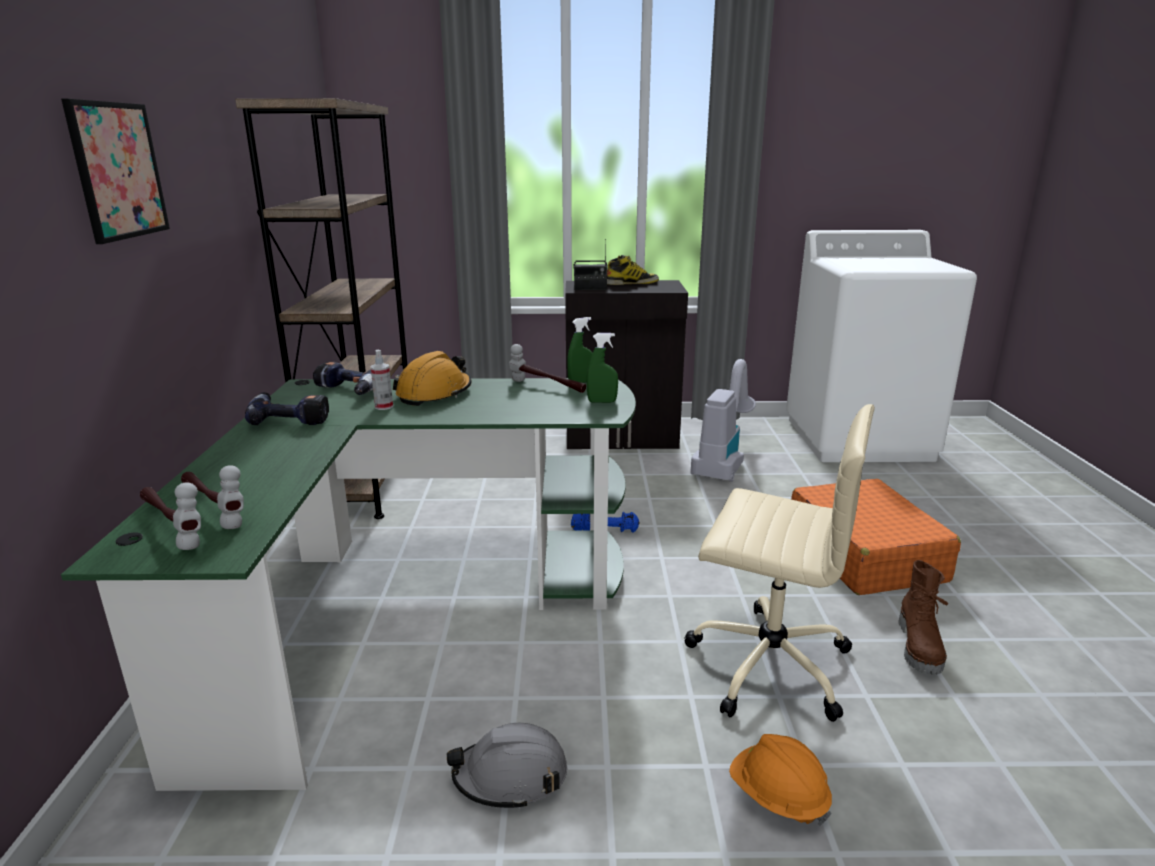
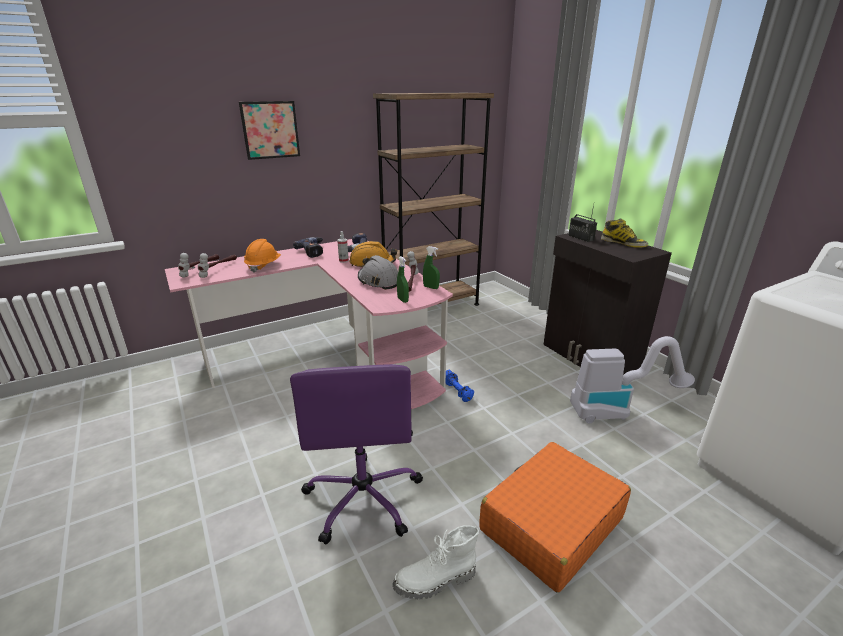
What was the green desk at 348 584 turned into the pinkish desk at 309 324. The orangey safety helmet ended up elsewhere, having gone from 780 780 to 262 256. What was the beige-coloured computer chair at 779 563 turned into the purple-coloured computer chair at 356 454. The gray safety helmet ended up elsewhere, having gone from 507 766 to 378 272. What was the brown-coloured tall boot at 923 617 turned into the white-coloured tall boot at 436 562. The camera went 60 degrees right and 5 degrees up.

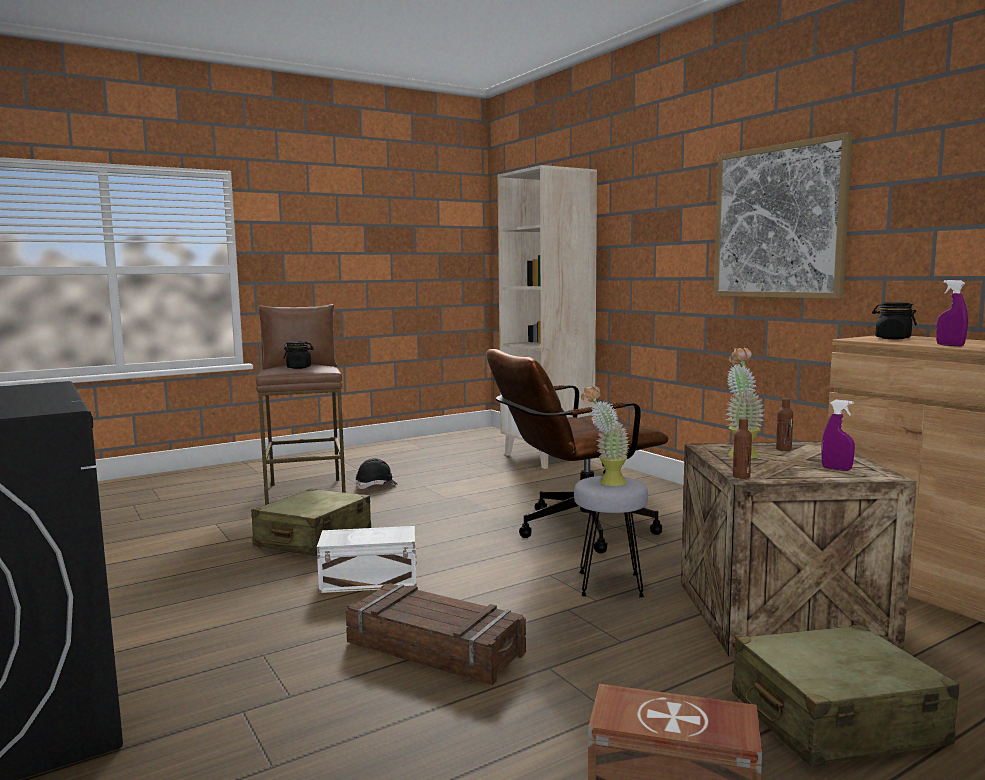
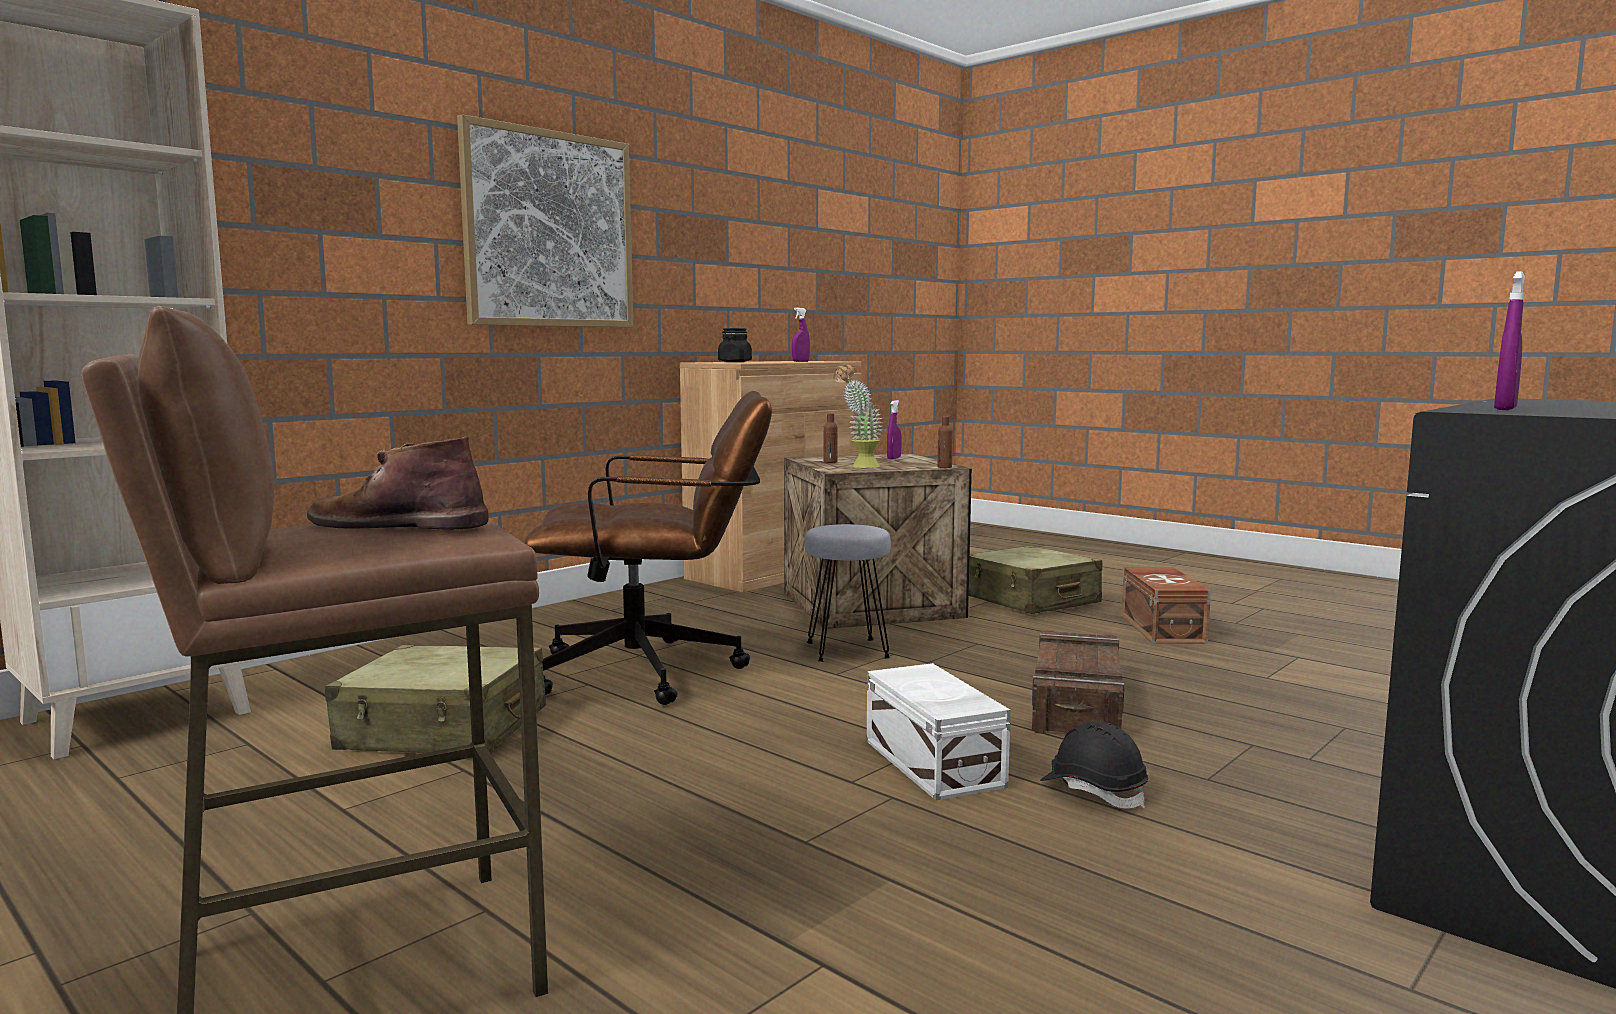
Where the blackish jar stood at 299 355, the brown-coloured tall boot came to stand at 397 483. The beige-coloured suitcase ended up elsewhere, having gone from 311 522 to 435 699. The brown-coloured computer chair at 578 451 ended up facing another way, 60 degrees counterclockwise from before. The blackish safety helmet ended up elsewhere, having gone from 377 473 to 1094 765. The second view gained the purple-coloured hand sprayer at 1509 340. The second view lost the houseplant at 605 436. The camera went 105 degrees left and 0 degrees up.

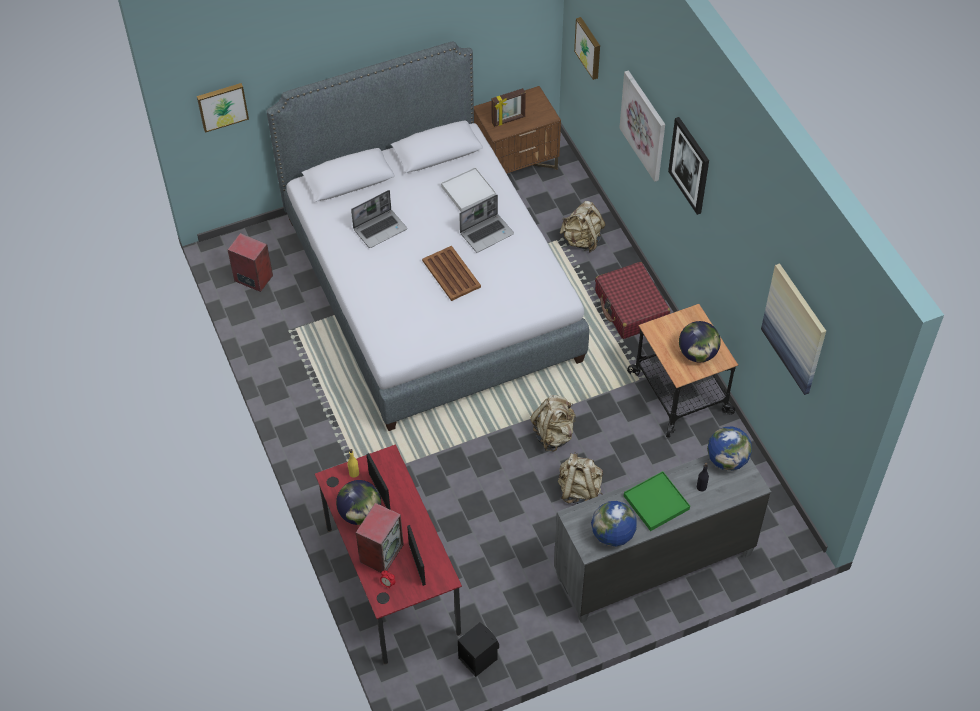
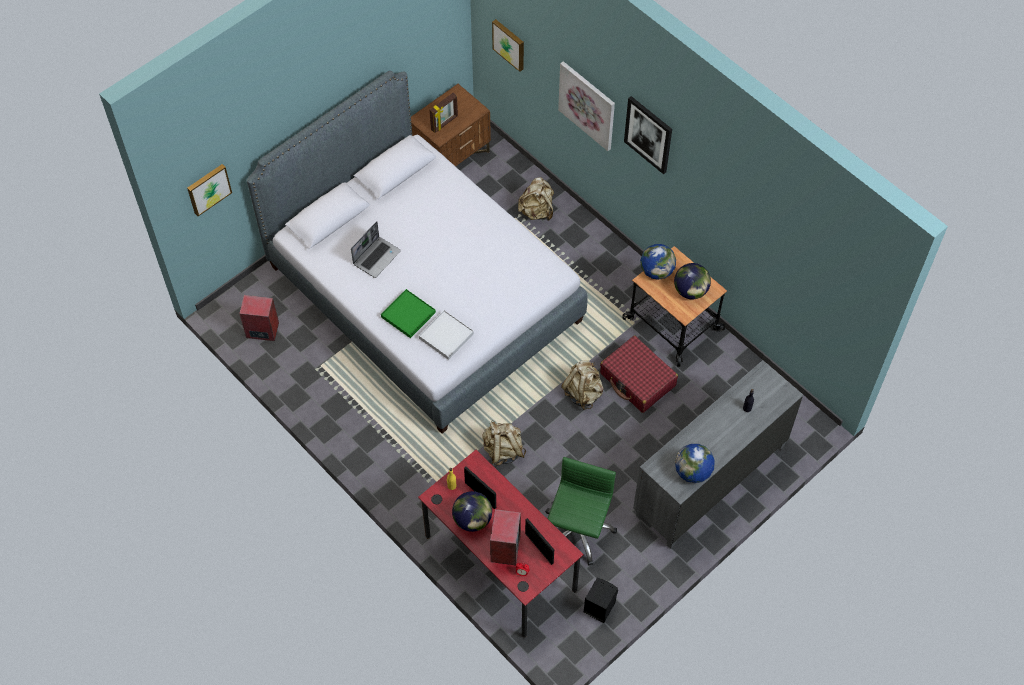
The green carrying tray ended up elsewhere, having gone from 657 501 to 408 313. The white-coloured carrying tray ended up elsewhere, having gone from 468 189 to 446 335. The beige-coloured backpack ended up elsewhere, having gone from 580 478 to 504 444. The second view gained the green computer chair at 581 511. The reddish suitcase ended up elsewhere, having gone from 632 300 to 639 374. The desk globe ended up elsewhere, having gone from 729 448 to 658 262. The second view lost the brown-coloured carrying tray at 451 273. The second view lost the laptop at 486 224. The second view lost the picture at 793 329. The camera went 20 degrees left and 5 degrees up.

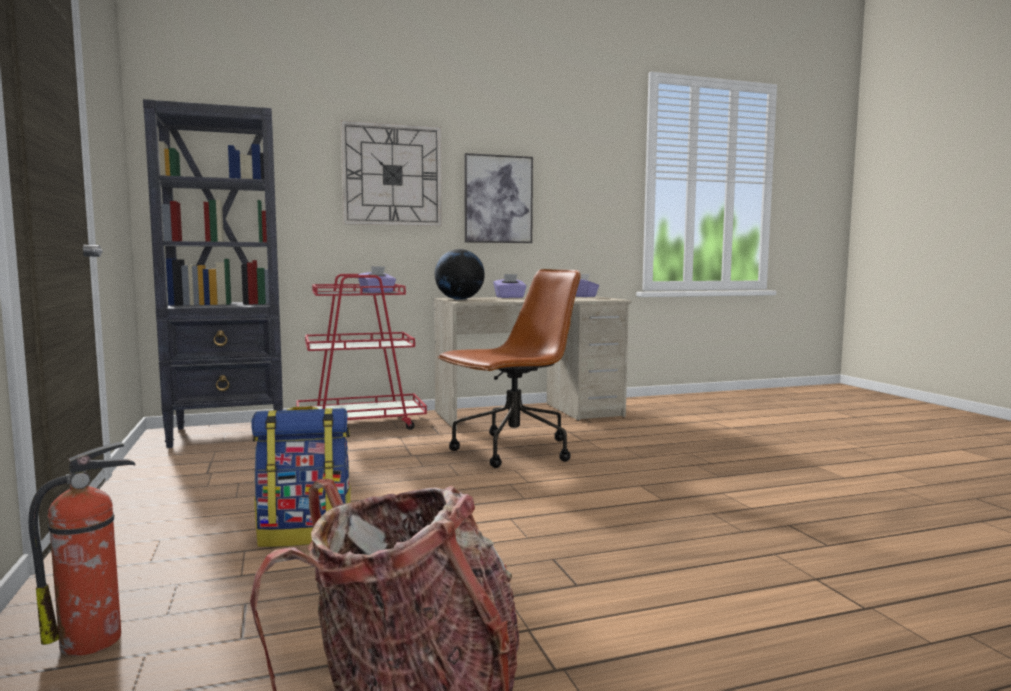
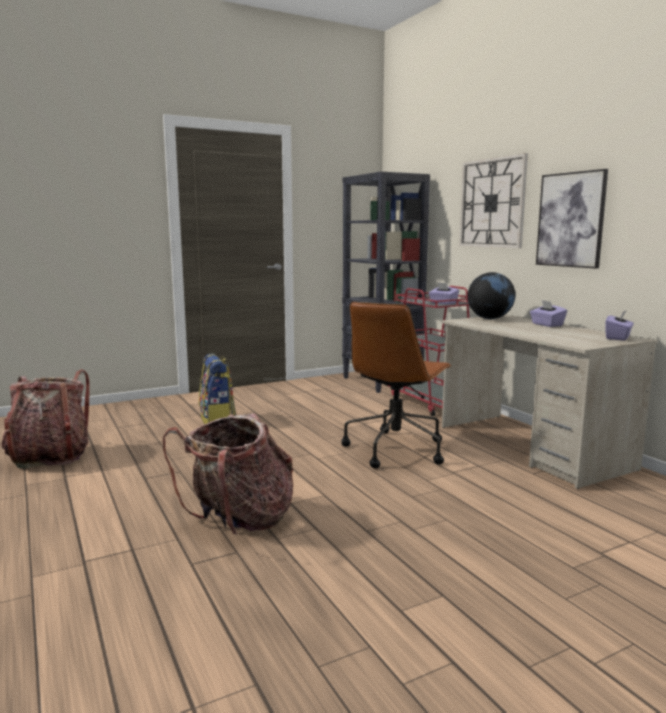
The second view gained the backpack at 228 474. The brown-coloured computer chair at 509 368 ended up facing another way, 75 degrees clockwise from before. The second view lost the fire-fighting cylinder at 82 549. The camera went 80 degrees right and 5 degrees up.

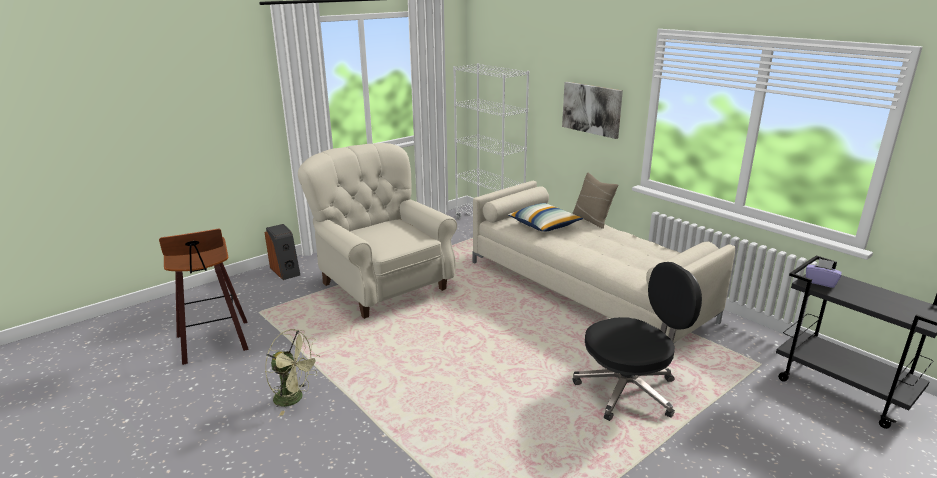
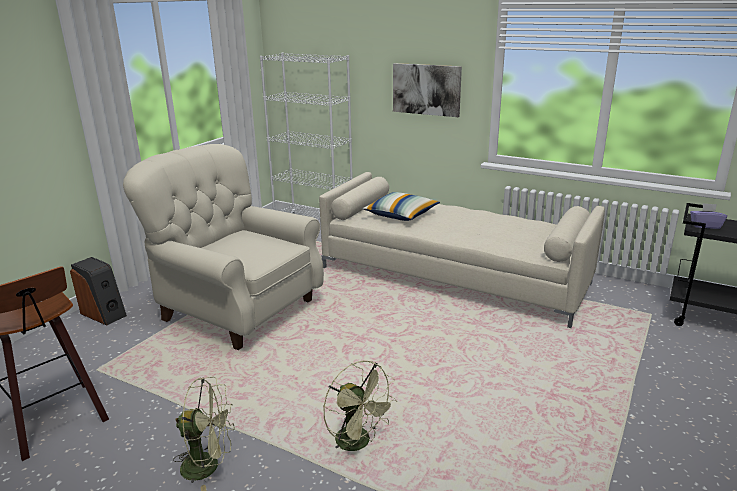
The second view gained the green electric fan at 360 406. The second view lost the beige-coloured throw pillow at 595 200. The second view lost the blackish computer chair at 637 341. The camera went 20 degrees left and 0 degrees up.

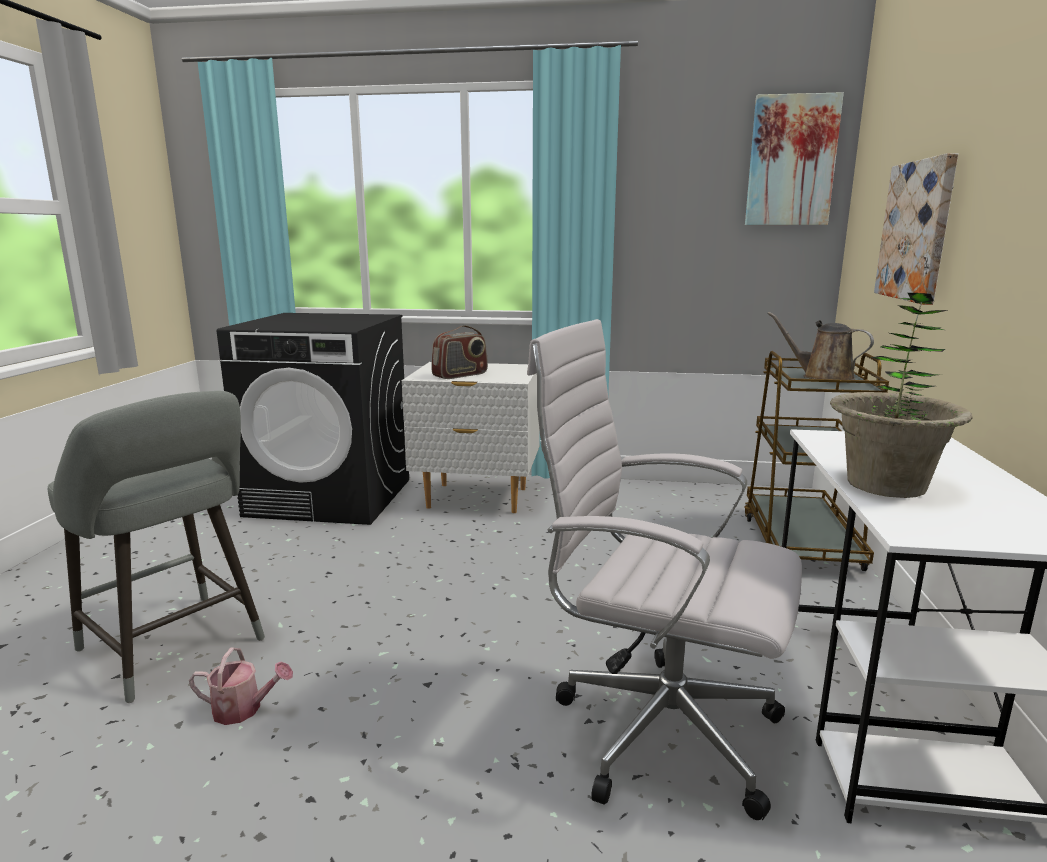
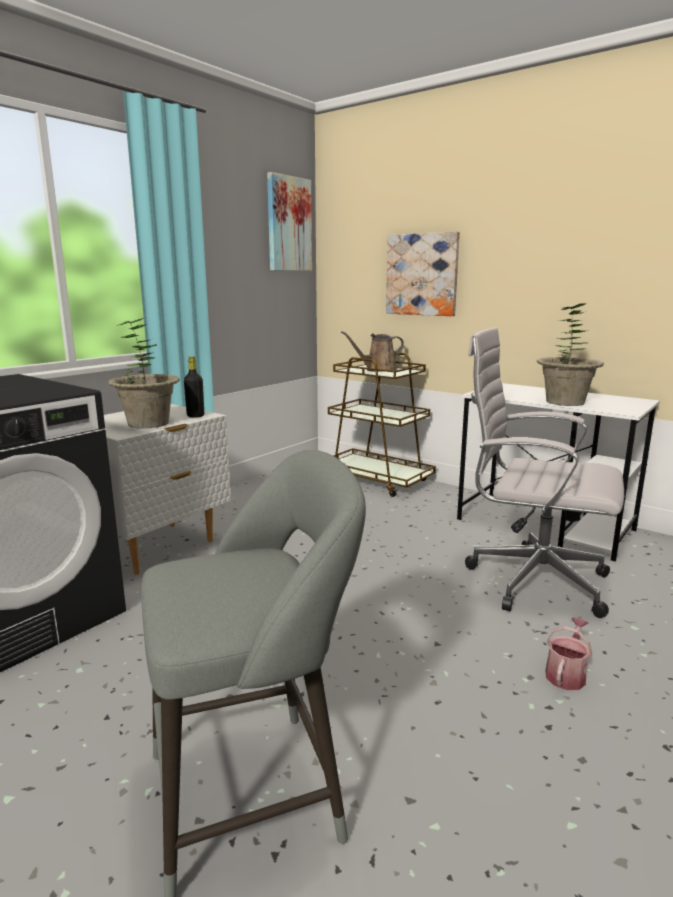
Where the radio receiver stood at 459 352, the houseplant came to stand at 144 372. The second view gained the blackish beverage bottle at 194 386. The white-coloured computer chair at 664 569 ended up facing another way, 60 degrees clockwise from before. The sprinkling can ended up elsewhere, having gone from 241 686 to 568 653. The camera went 60 degrees left and 0 degrees up.

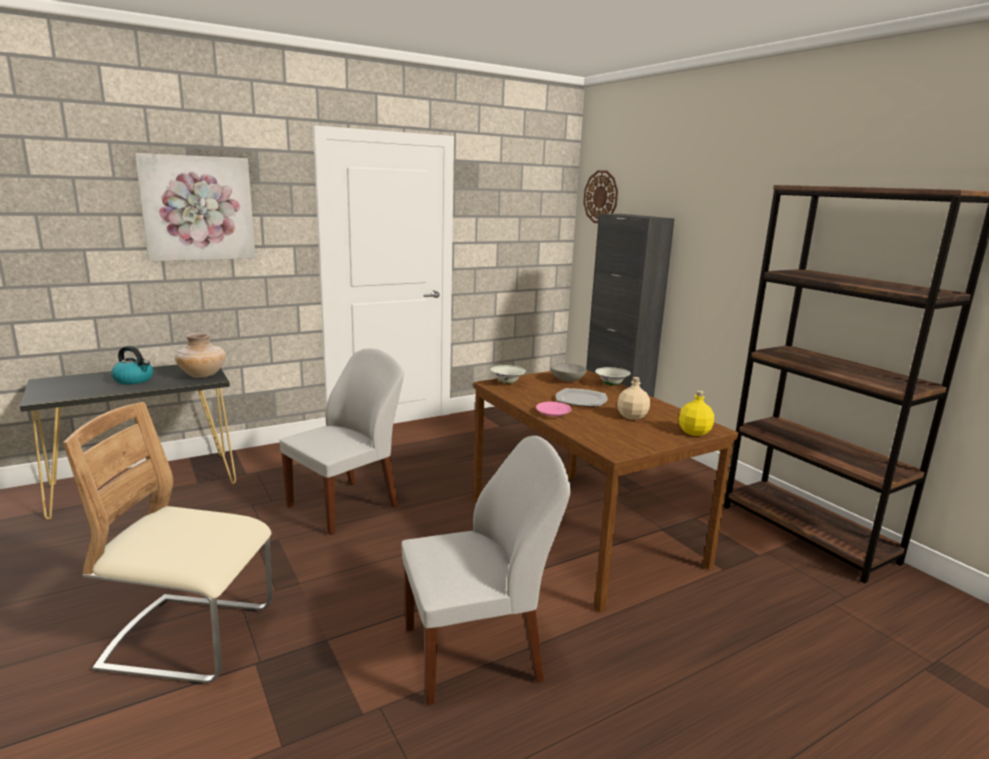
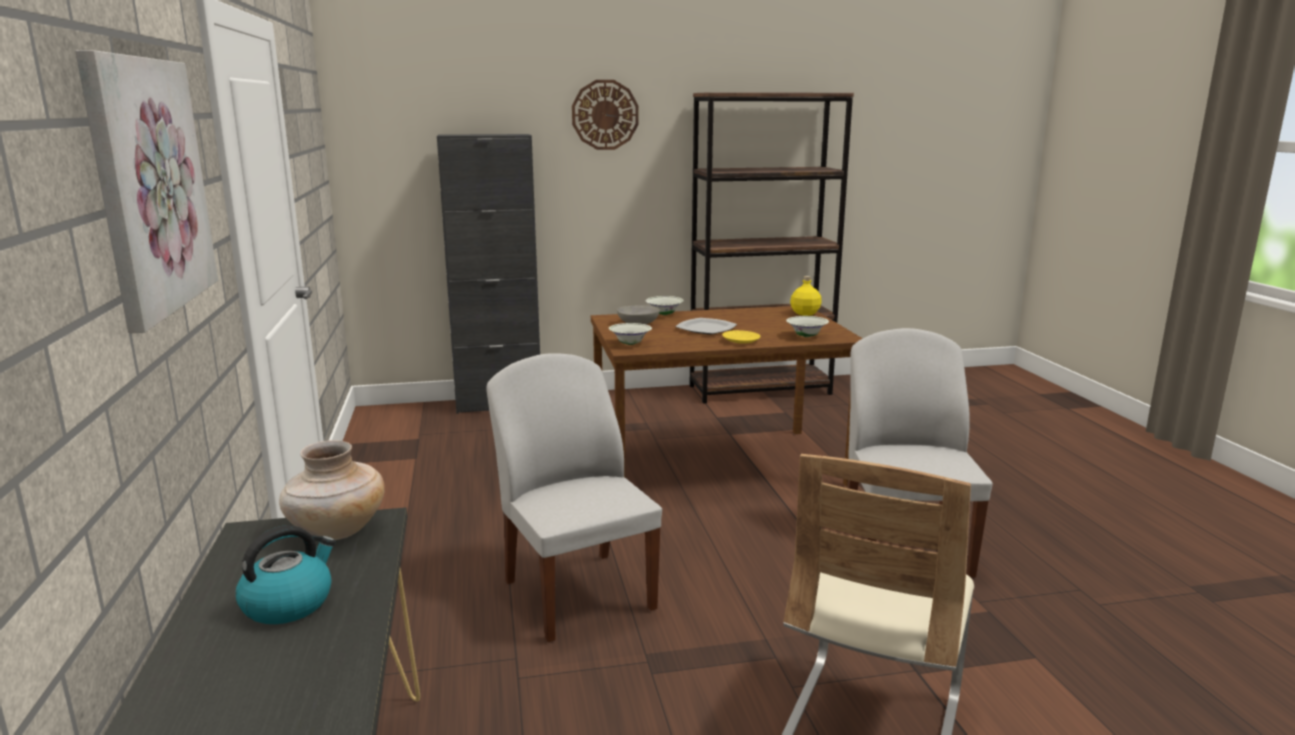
The clock on the wall ended up elsewhere, having gone from 600 196 to 605 115. What was the pinkish plate at 554 409 turned into the yellowish plate at 741 337. The second view gained the white-coloured deep dish at 807 326. The second view lost the beige-coloured beverage bottle at 633 398. The camera went 70 degrees left and 0 degrees up.

